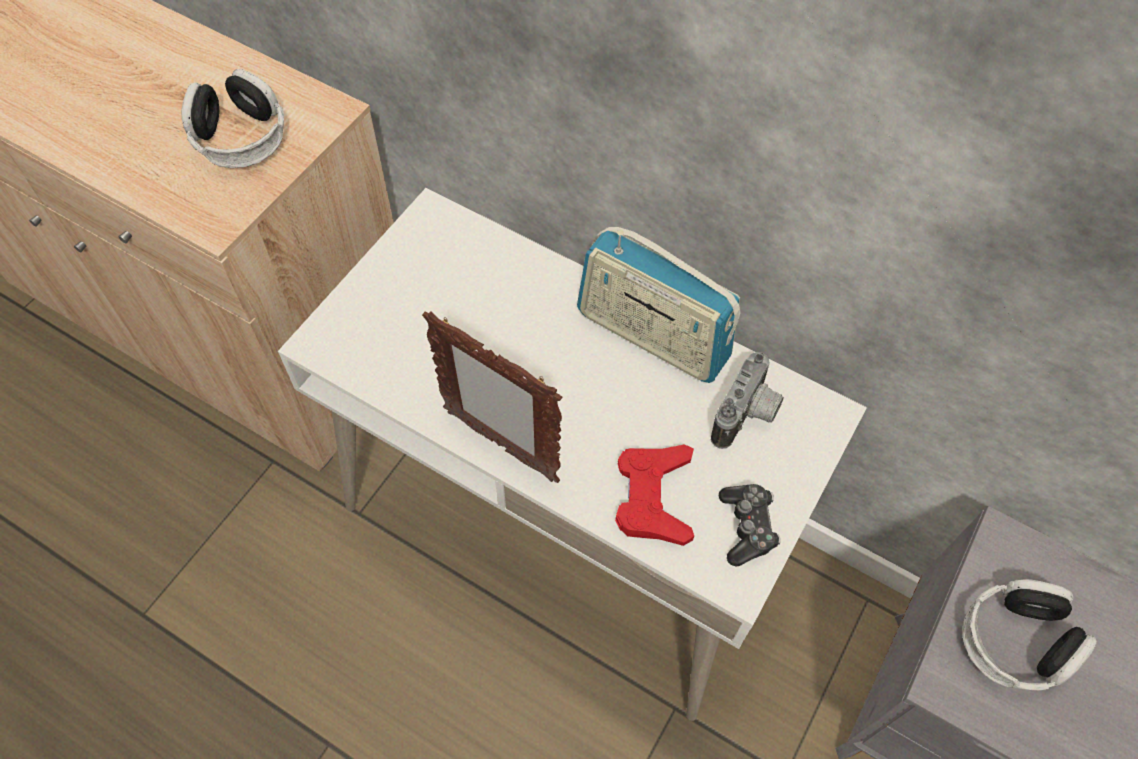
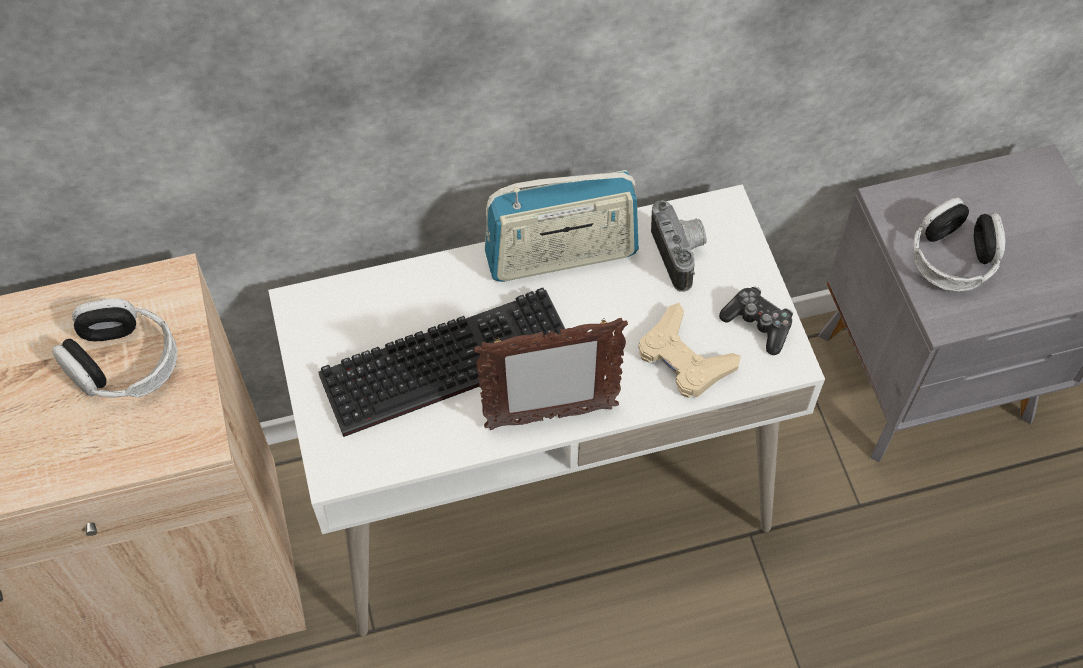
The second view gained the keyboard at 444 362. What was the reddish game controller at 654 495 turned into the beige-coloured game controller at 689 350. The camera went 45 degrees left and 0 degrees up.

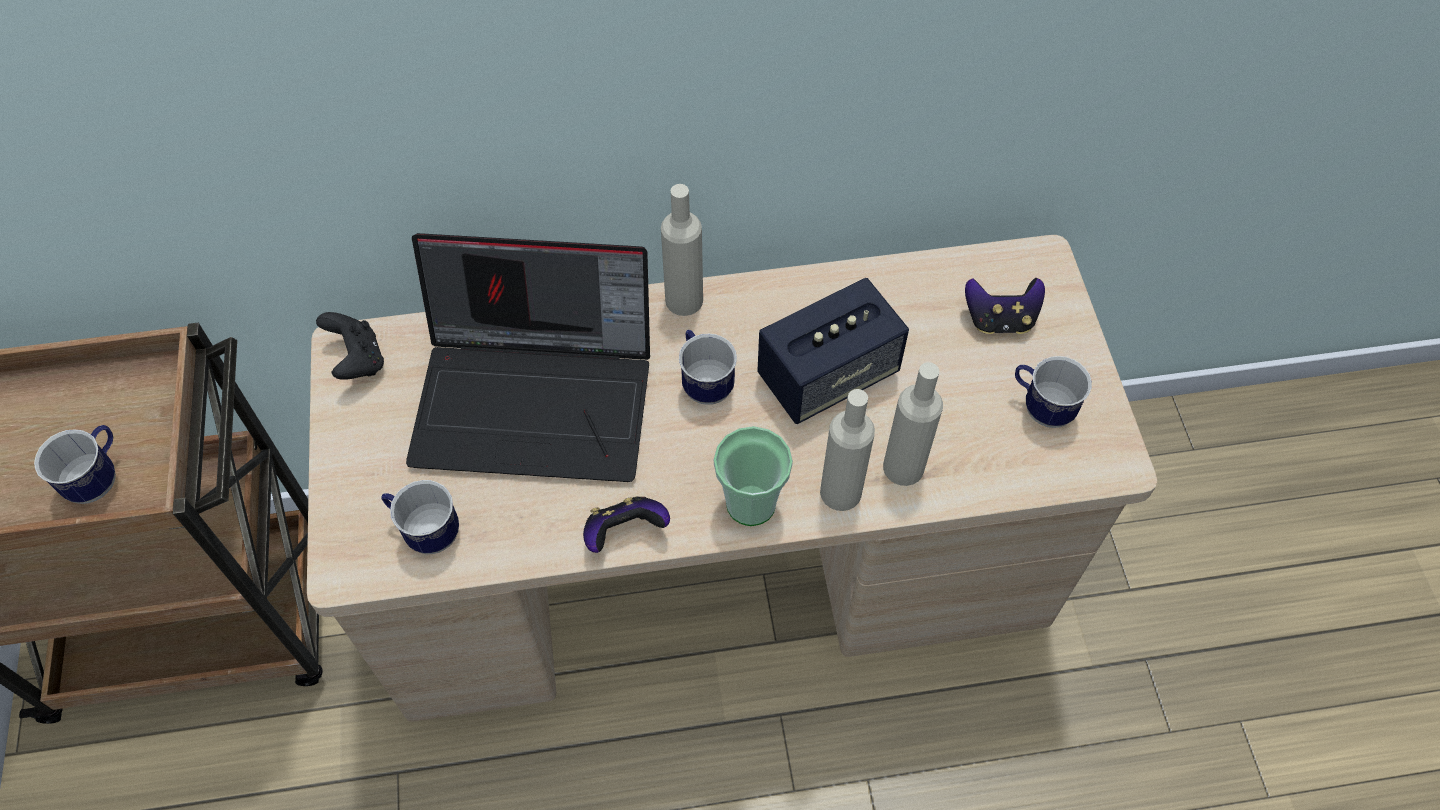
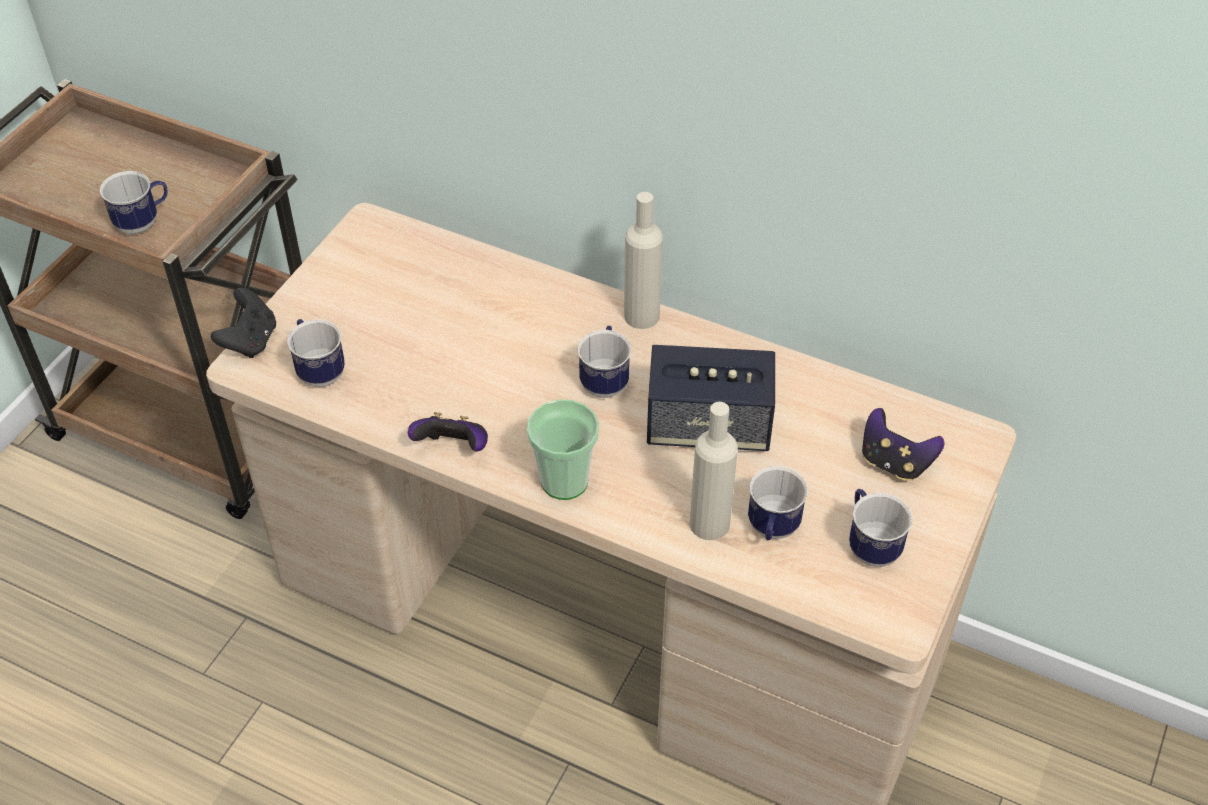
The blackish game controller ended up elsewhere, having gone from 350 346 to 243 322. The second view gained the mug at 778 503. The second view lost the laptop at 528 357. The second view lost the beige-coloured beverage bottle at 847 450. The camera went 35 degrees right and 10 degrees down.

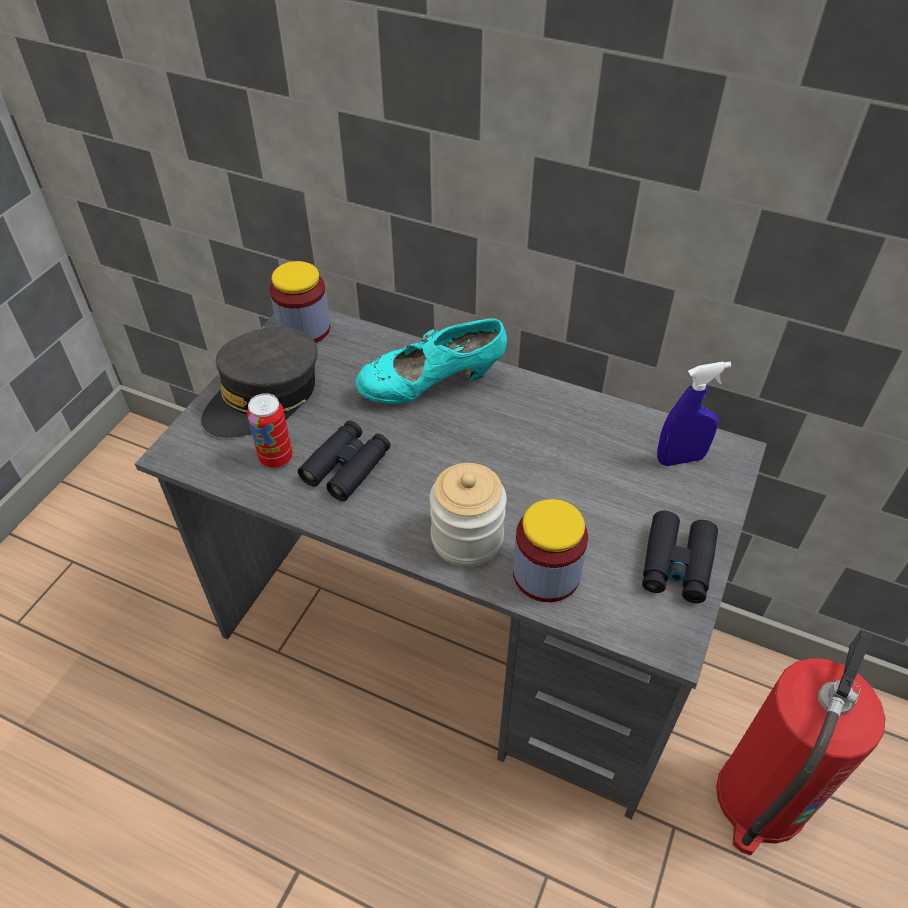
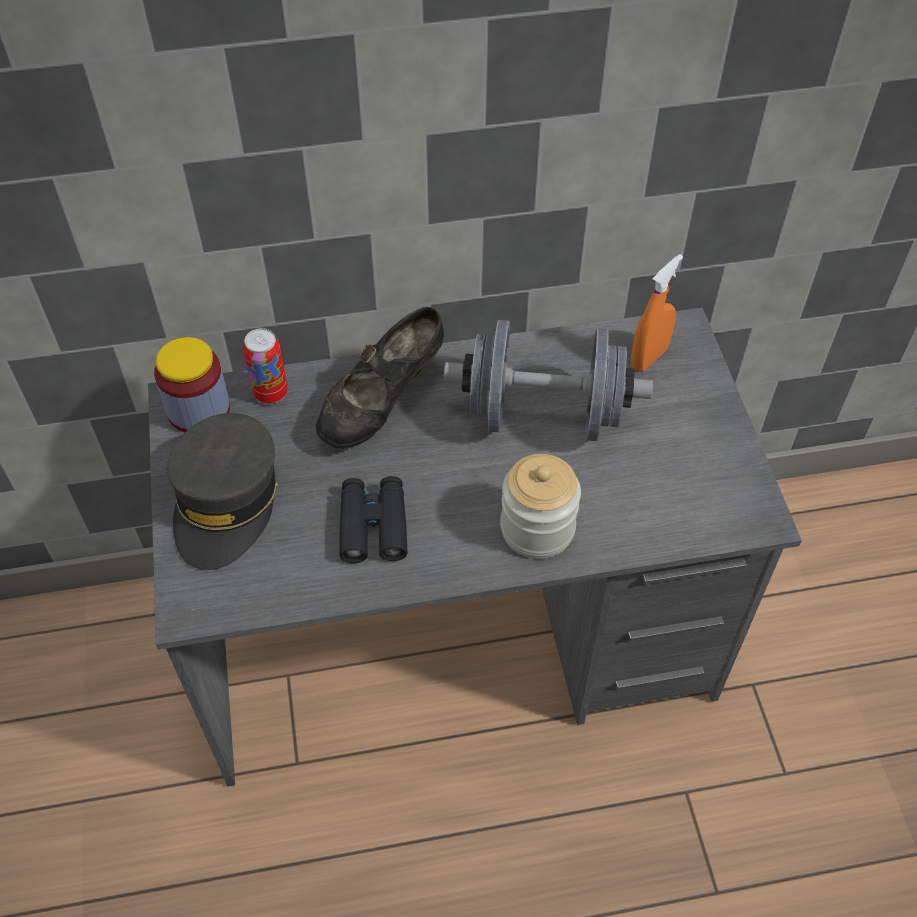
The metal can ended up elsewhere, having gone from 270 431 to 265 366. What was the turquoise shoe at 431 361 turned into the blackish shoe at 380 378. The second view gained the gray free weight at 548 380. What was the blue hand sprayer at 694 414 turned into the orangey hand sprayer at 657 312. The second view lost the jar at 550 550. The second view lost the blackish pair of binoculars at 680 557. The second view lost the fire-fighting cylinder at 800 743. The camera went 35 degrees left and 5 degrees up.

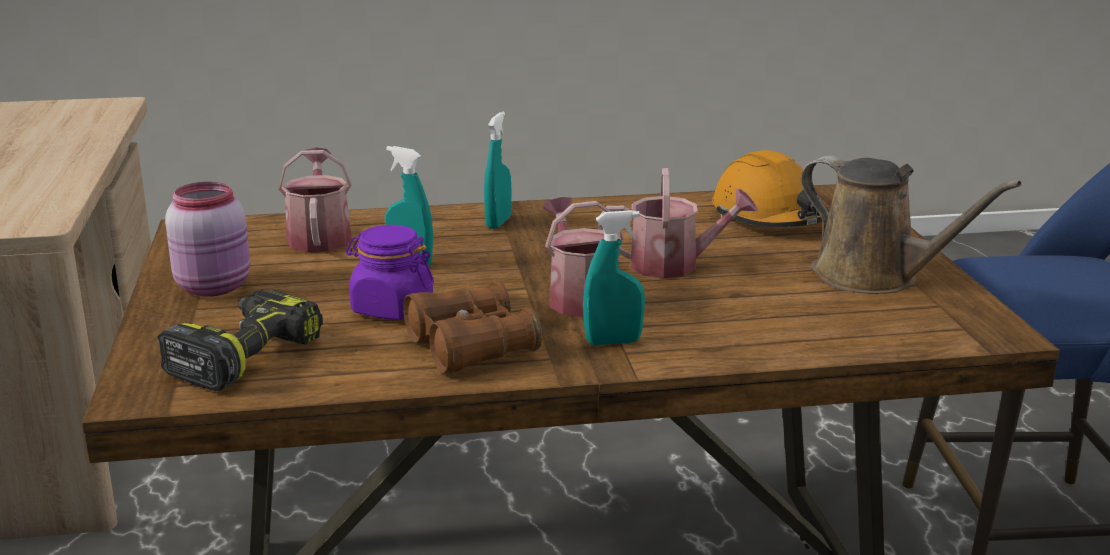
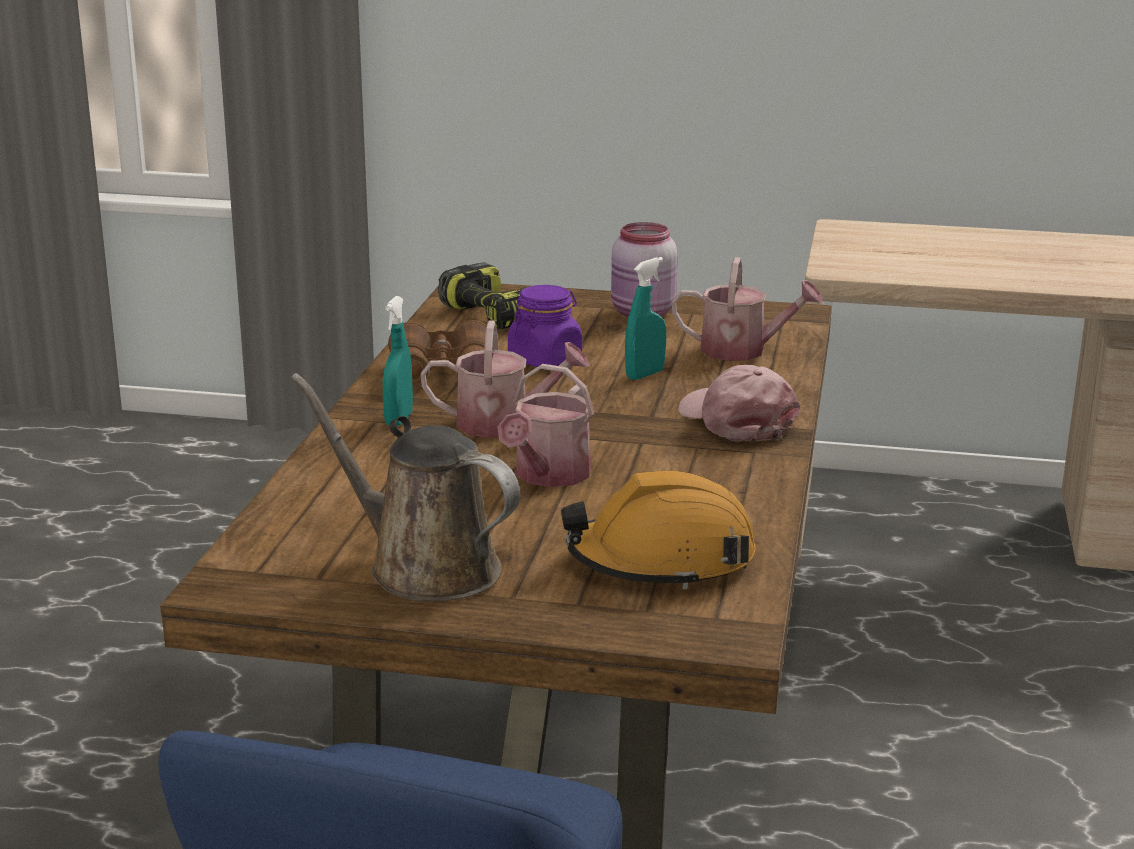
The brown-coloured sprinkling can at 911 225 ended up facing another way, 60 degrees clockwise from before. Where the turquoise hand sprayer stood at 497 170, the pinkish peaked cap came to stand at 739 403. The camera went 110 degrees right and 0 degrees up.

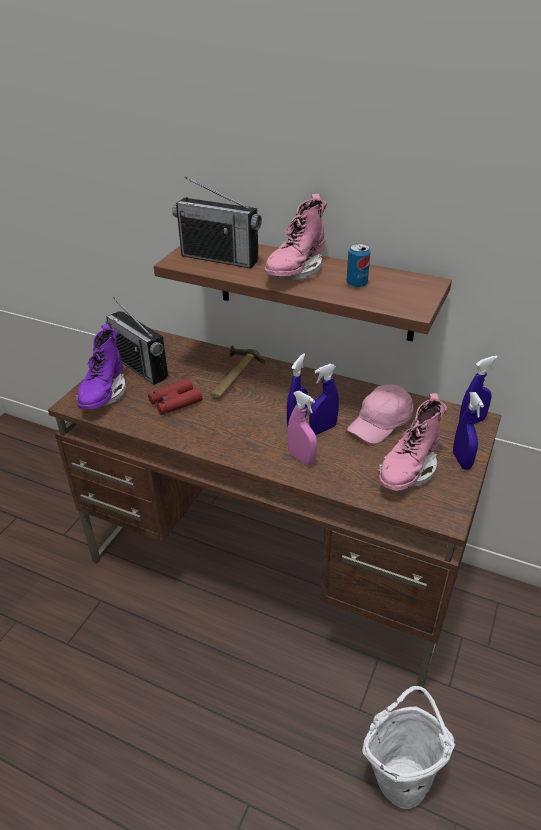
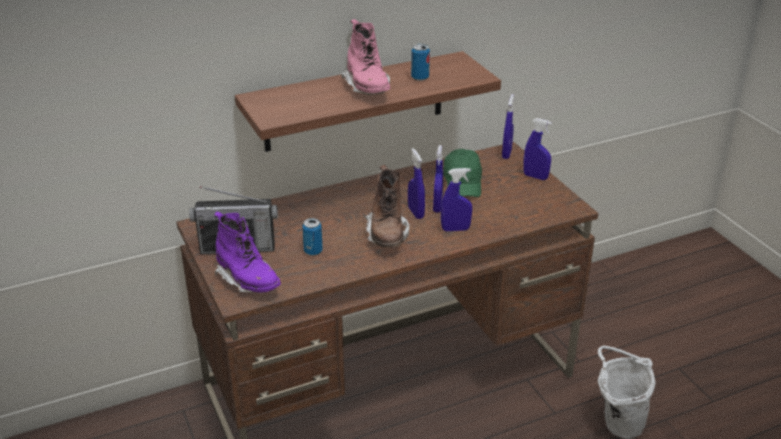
Where the reddish pair of binoculars stood at 175 396, the metal can came to stand at 312 237. The second view gained the brown-coloured tall boot at 387 206. What was the pinkish hand sprayer at 302 428 turned into the blue hand sprayer at 456 199. What was the pinkish peaked cap at 380 414 turned into the green peaked cap at 462 173. The second view lost the radio receiver at 217 222. The second view lost the hand hammer at 238 372. The second view lost the pinkish tall boot at 412 442. The camera went 50 degrees left and 5 degrees down.

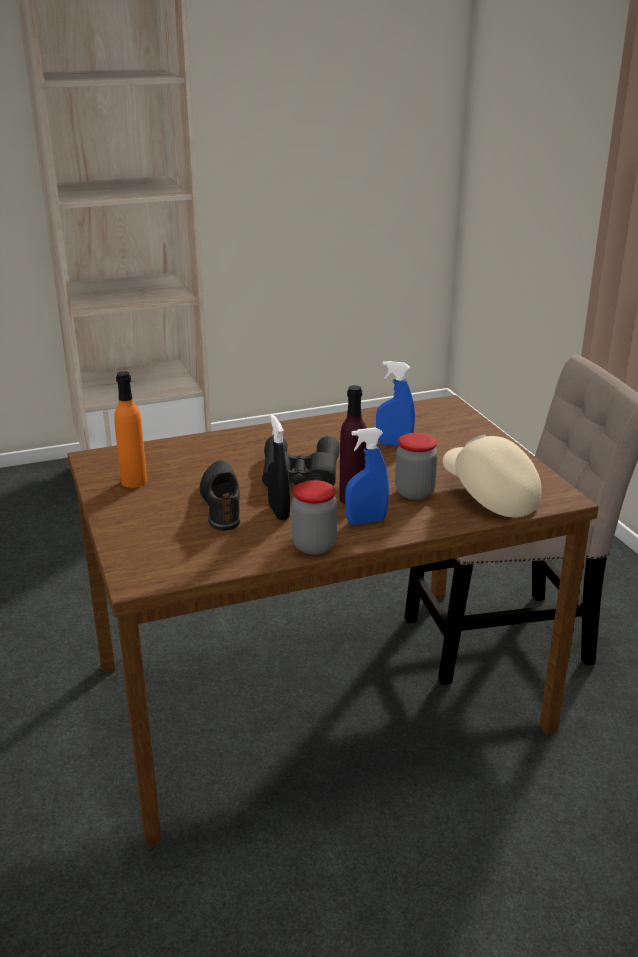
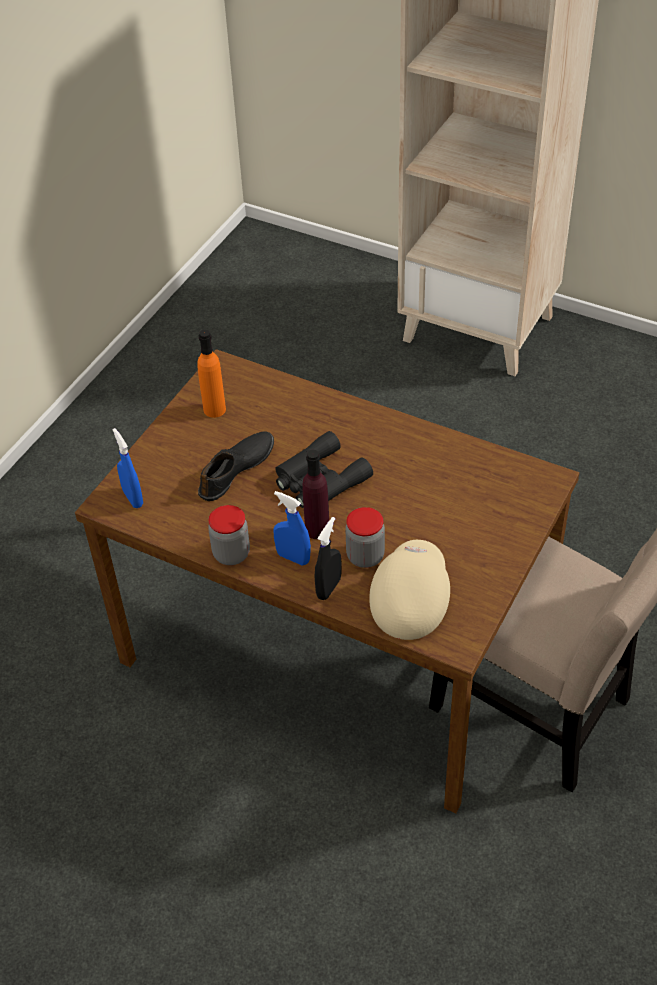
The blue hand sprayer ended up elsewhere, having gone from 395 403 to 128 468. The blackish hand sprayer ended up elsewhere, having gone from 278 467 to 328 558. The camera went 50 degrees right and 20 degrees up.

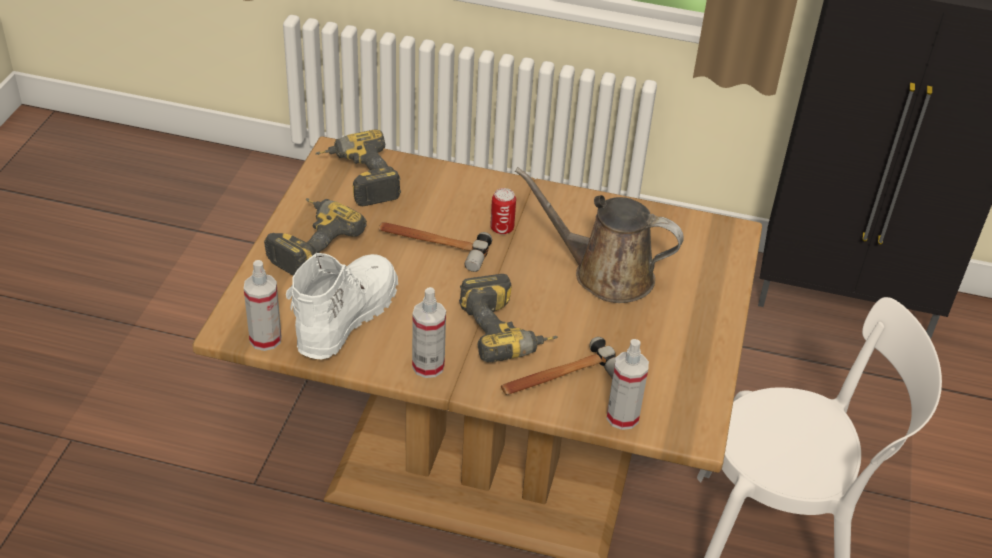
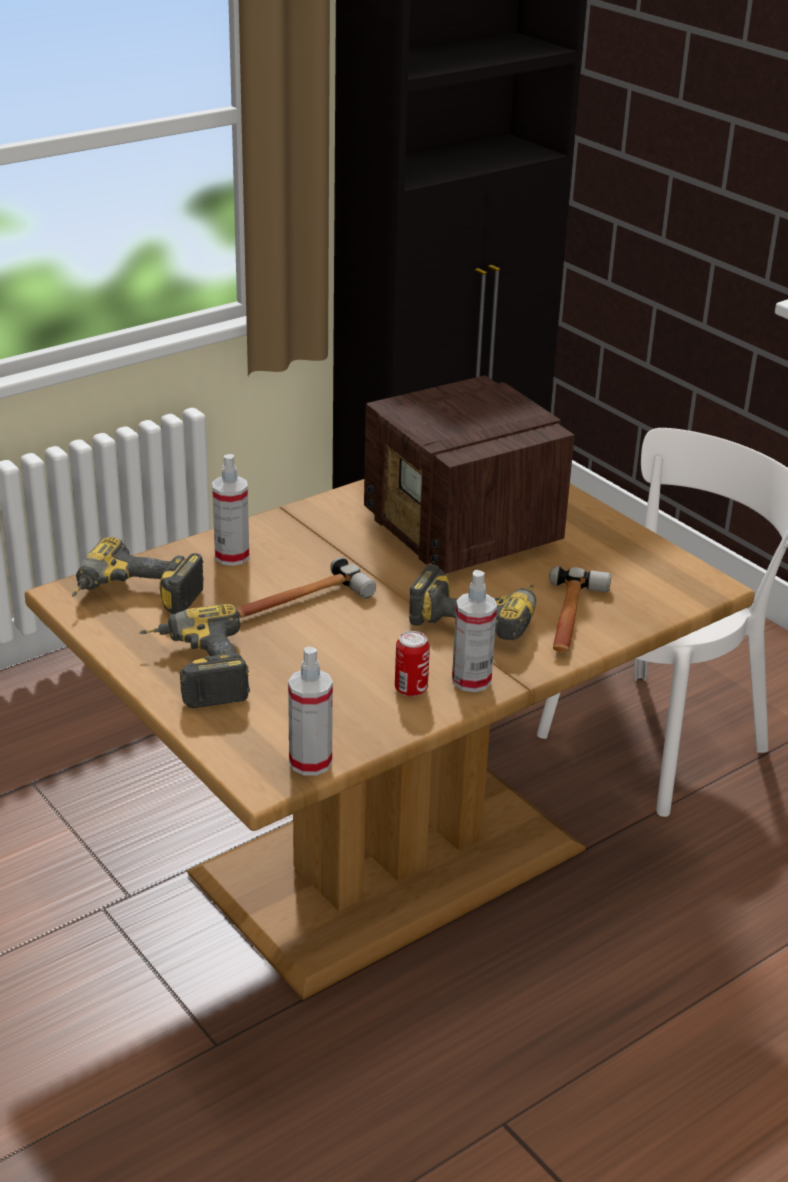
The hand sprayer ended up elsewhere, having gone from 628 384 to 231 510. Where the brown-coloured sprinkling can stood at 599 235, the radio receiver came to stand at 469 474. The metal can ended up elsewhere, having gone from 503 211 to 412 664. The second view lost the white-coloured tall boot at 342 306. The camera went 50 degrees left and 10 degrees down.

